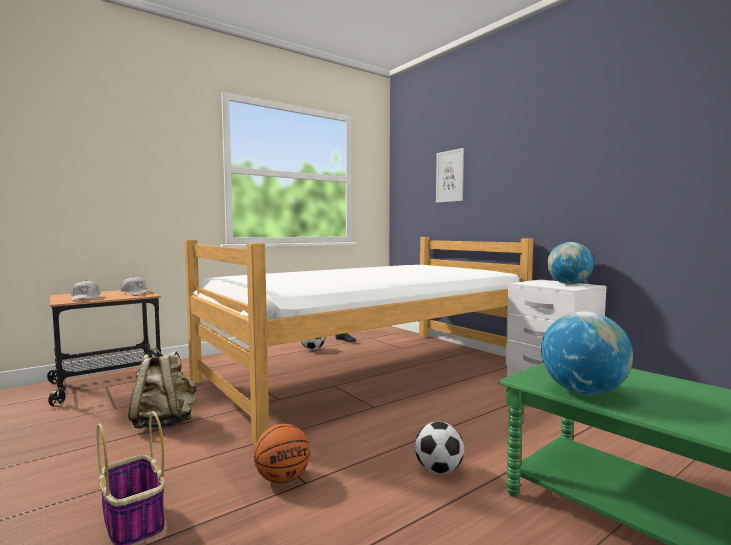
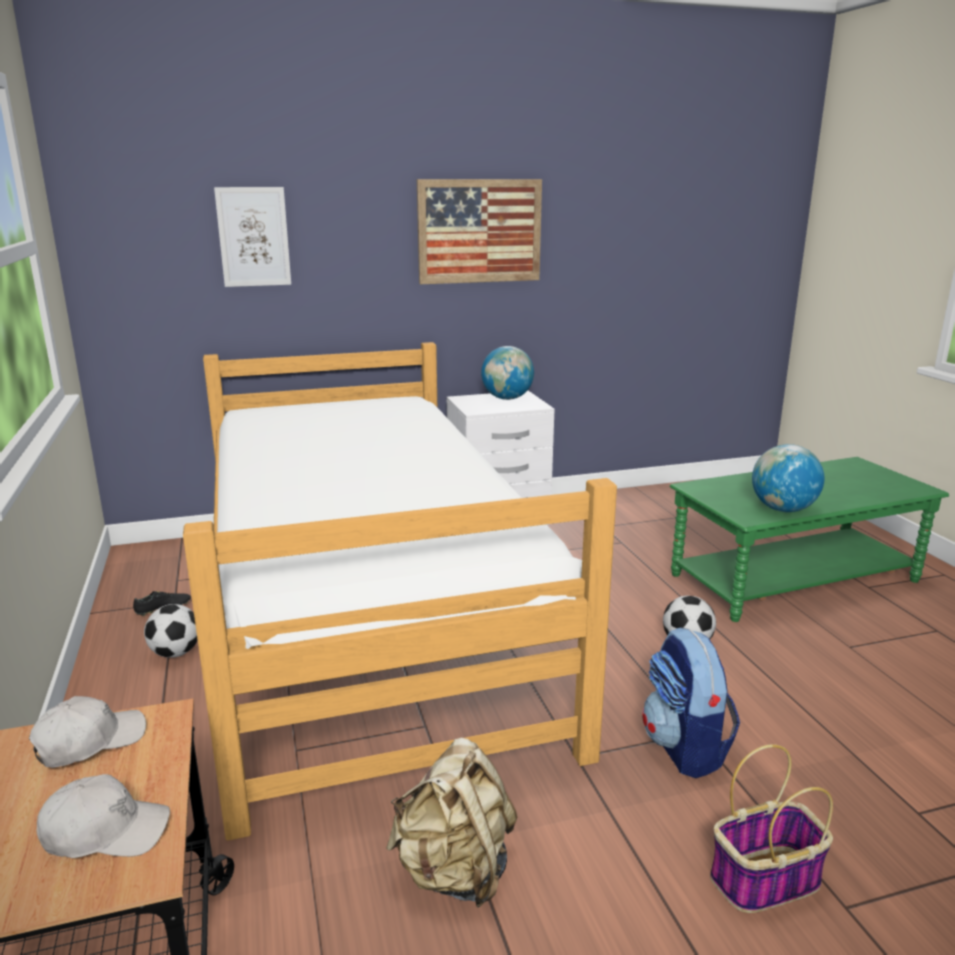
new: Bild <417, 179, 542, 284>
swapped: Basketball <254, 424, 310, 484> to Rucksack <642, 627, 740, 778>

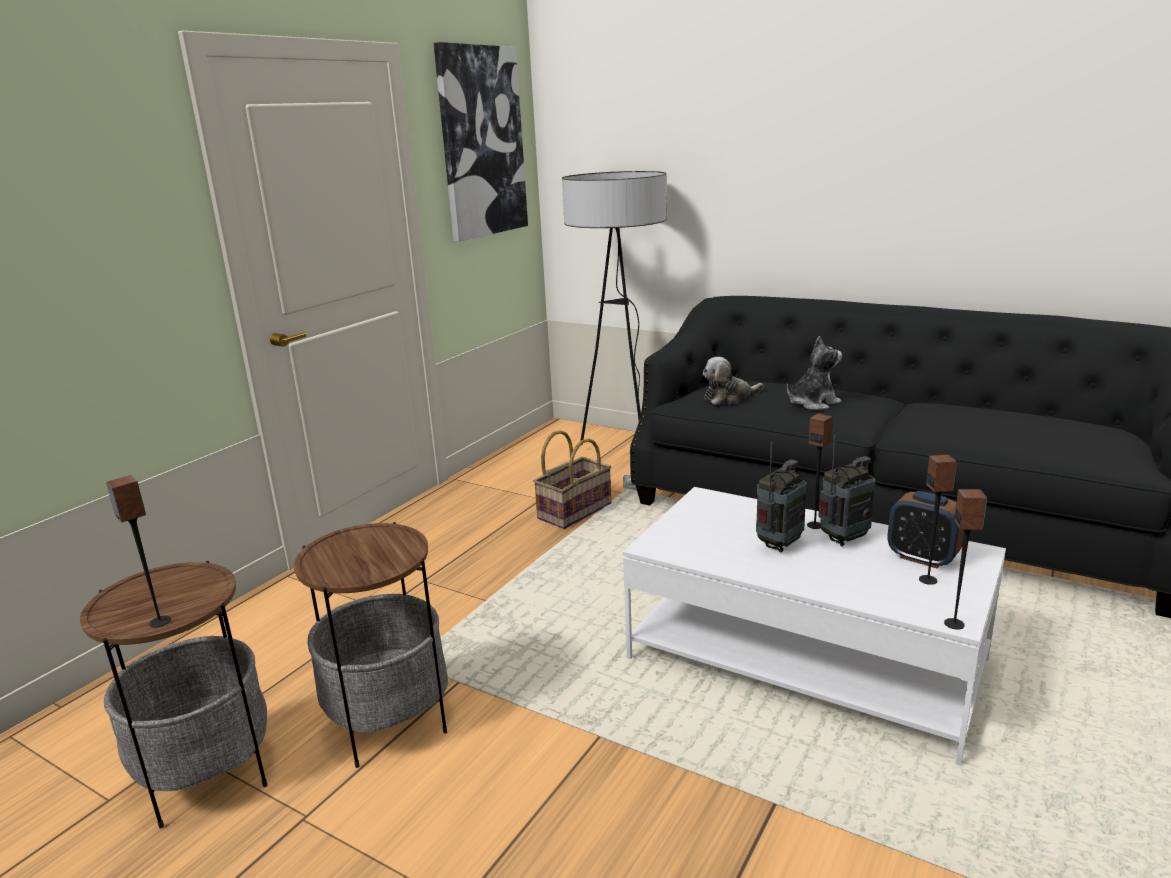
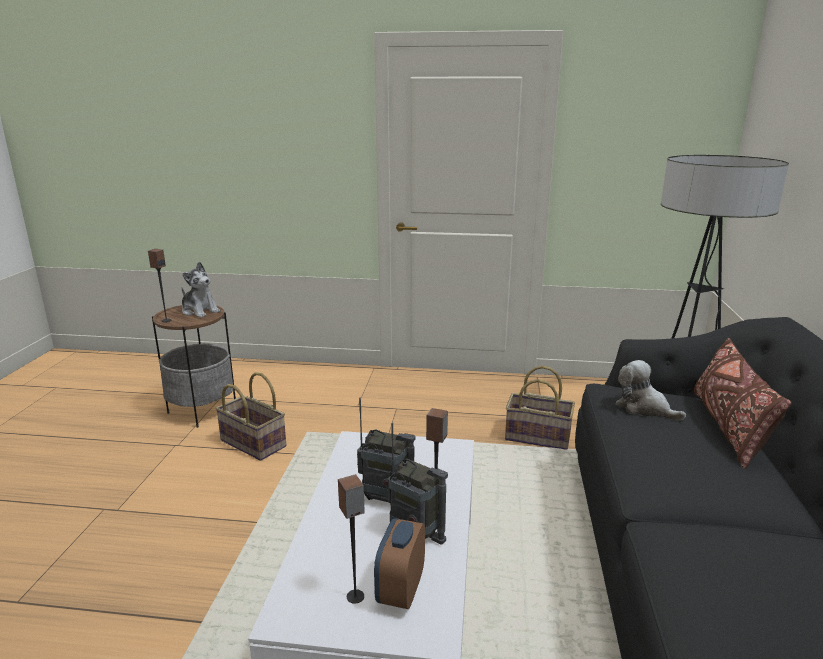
gone: Bild <434, 42, 528, 242>; Lautsprecher <944, 489, 987, 630>
new: Kissen/braun <694, 338, 792, 469>
shifted: Plüschtier <787, 336, 842, 410> to <182, 262, 220, 318>
swapped: Beistelltisch <294, 522, 448, 768> to Korb <215, 372, 286, 461>

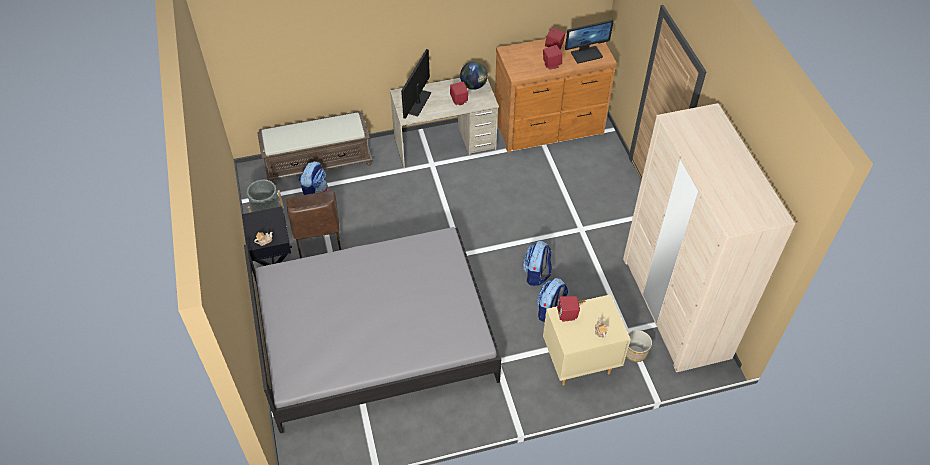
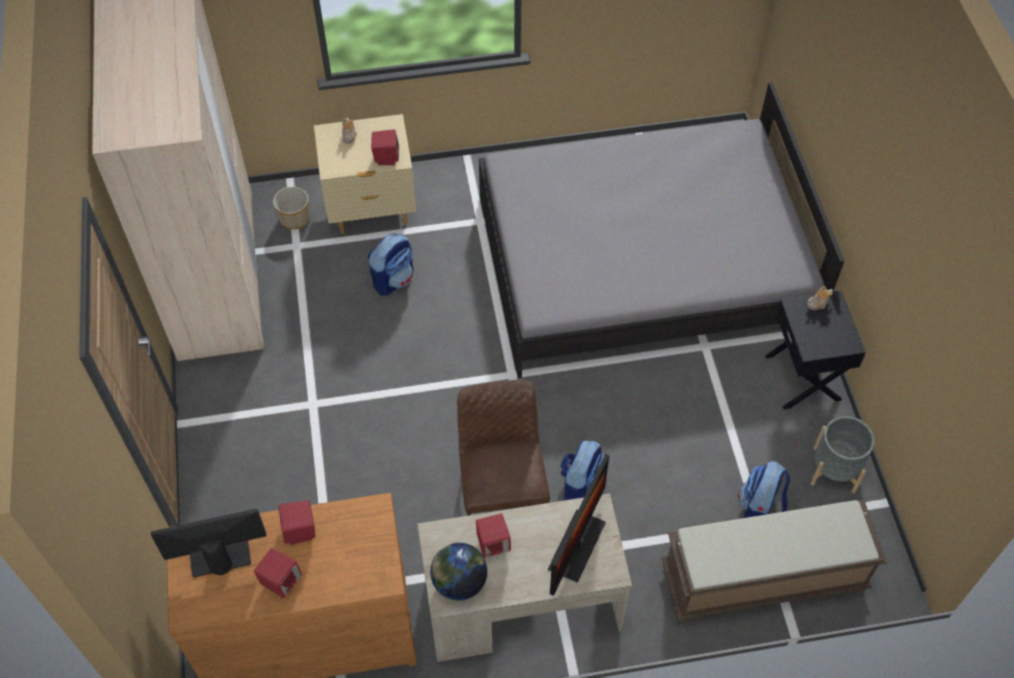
shifted: Stuhl/braun <286, 190, 341, 258> to <457, 379, 550, 516>; Rucksack <522, 241, 552, 286> to <560, 440, 607, 500>

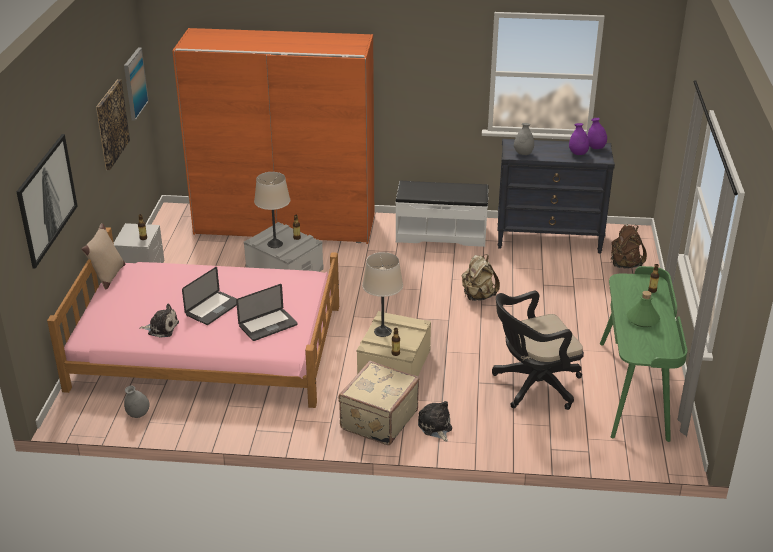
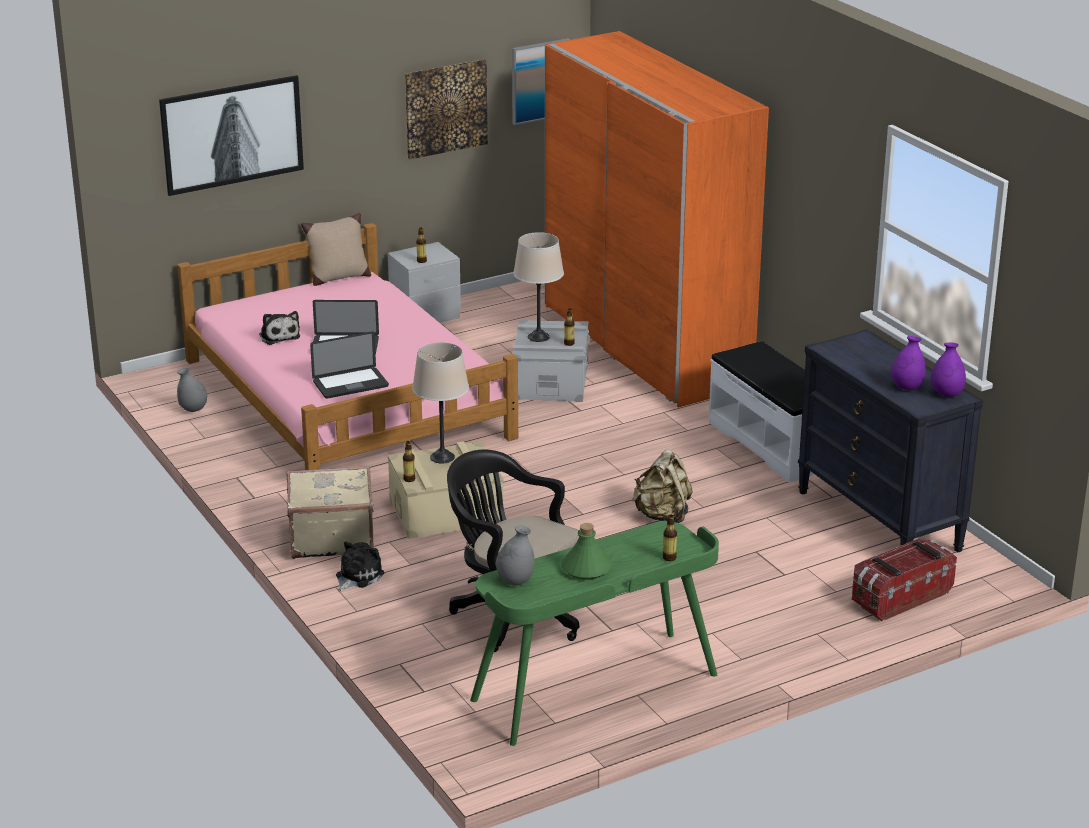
shifted: Vase/grau <514, 123, 534, 155> to <496, 526, 535, 586>
swapped: Rucksack/braun <611, 225, 647, 269> to Aufbewahrungsbox <852, 539, 957, 621>
rotated: Laptop <236, 284, 298, 341> = <310, 331, 389, 399> 45 degrees counterclockwise

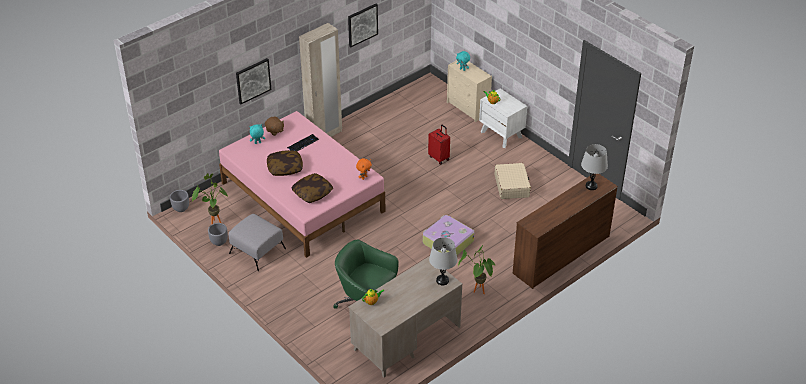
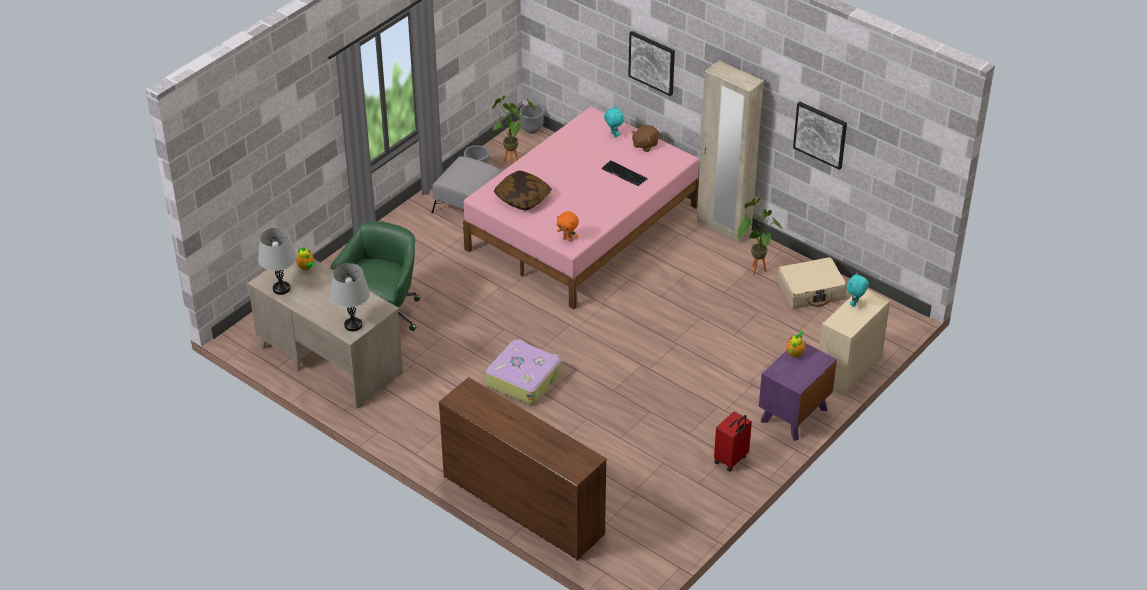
gone: Kissen <267, 150, 303, 176>
shifted: Koffer/rot <428, 125, 450, 165> to <714, 412, 752, 471>; Topfpflanze <458, 245, 496, 294> to <737, 198, 783, 275>; Koffer/beige <495, 163, 531, 199> to <777, 257, 847, 309>; Tischlampe/grau <581, 144, 608, 190> to <258, 228, 297, 295>
repainted: Nachttisch/weiß <479, 88, 527, 148> to Nachttisch/lila <759, 342, 837, 441>

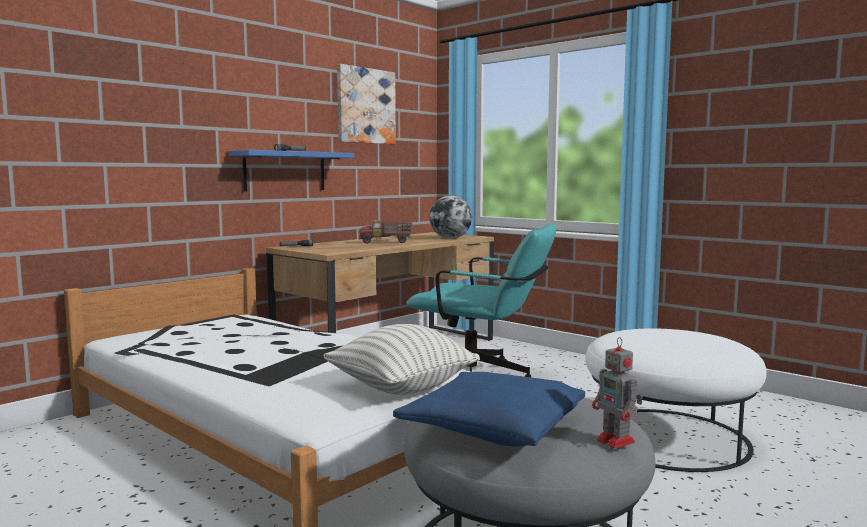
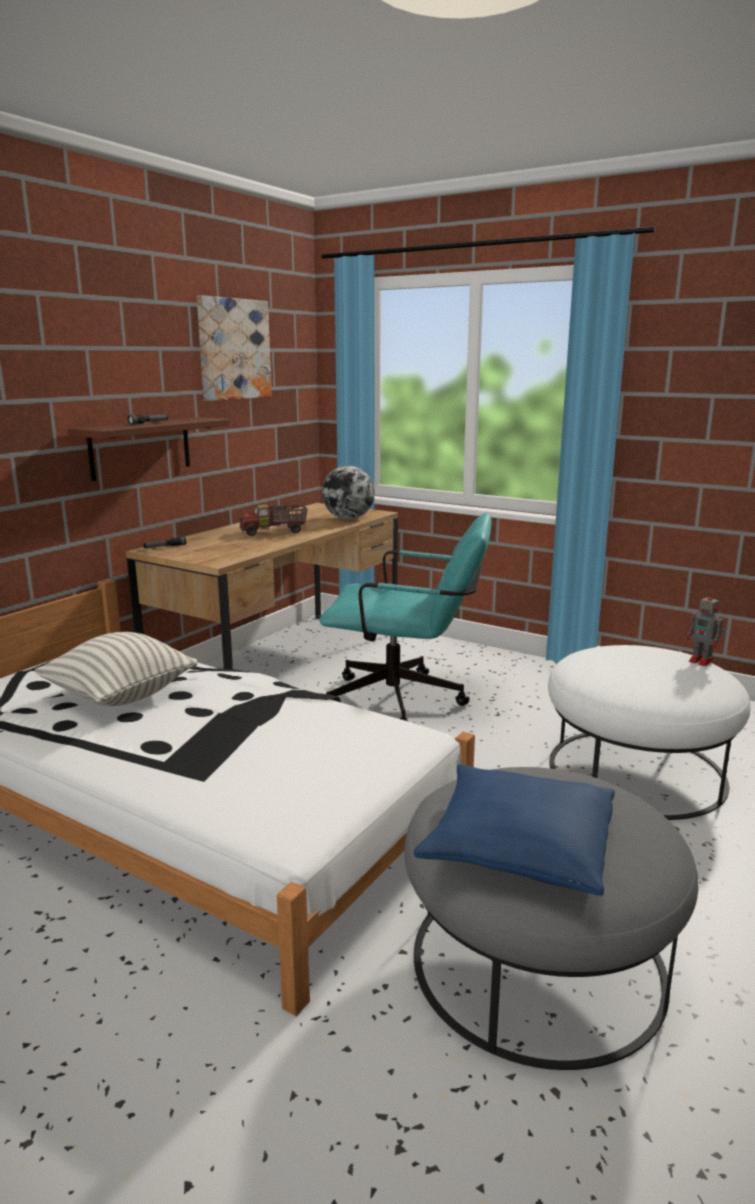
shifted: Kissen <323, 324, 480, 395> to <34, 632, 198, 706>; Spielzeugroboter <592, 337, 642, 449> to <686, 591, 726, 666>
repainted: Wandregal/blau <228, 150, 354, 192> to Wandregal/braun <68, 417, 229, 481>

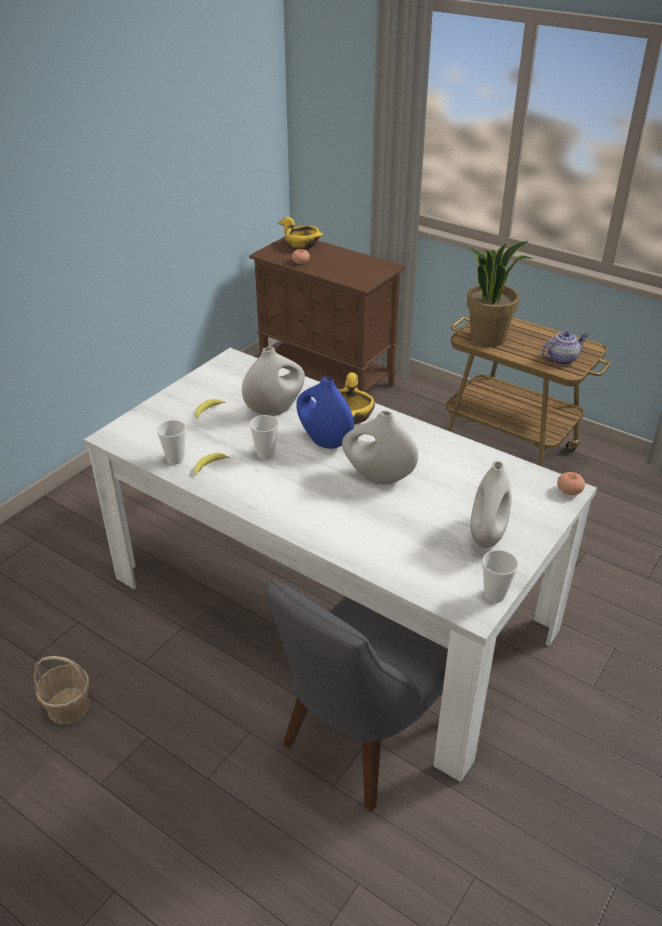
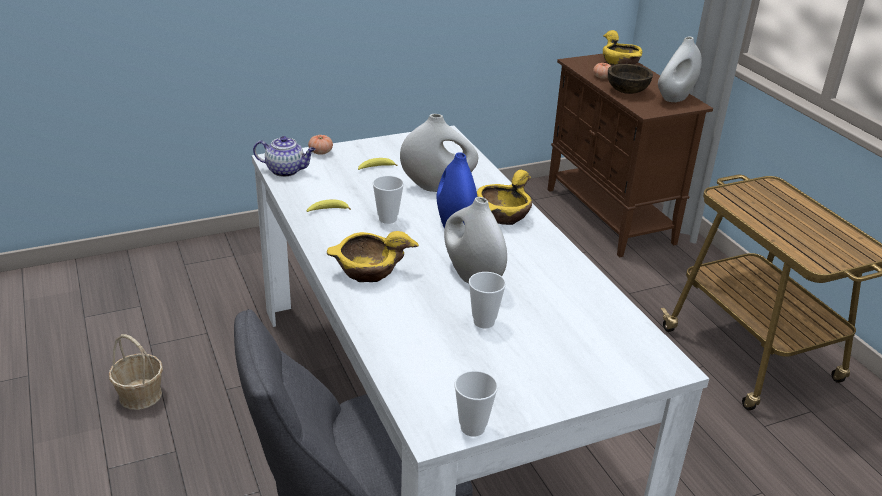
gone: Topfpflanze <467, 241, 532, 347>
new: Schüssel/gelb <327, 231, 419, 282>; Schüssel/braun <608, 64, 653, 94>
shifted: Tasse <157, 420, 186, 465> to <469, 272, 506, 329>; Vase/weiß <470, 461, 512, 548> to <658, 37, 702, 102>; Teekanne <541, 332, 588, 365> to <253, 136, 316, 177>; Tomate <557, 472, 585, 495> to <308, 135, 333, 155>

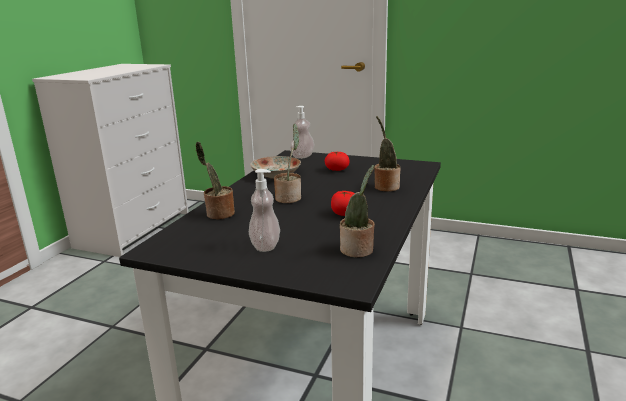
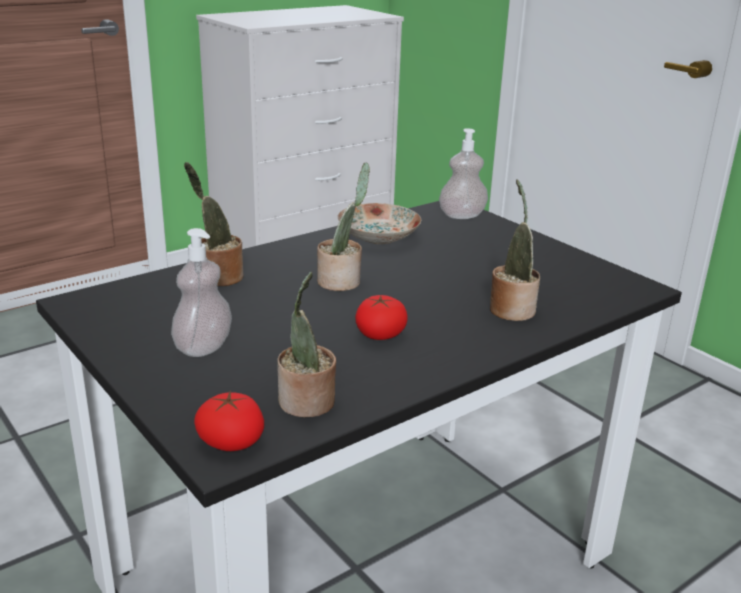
shifted: Tomate <325, 152, 350, 171> to <194, 390, 264, 451>

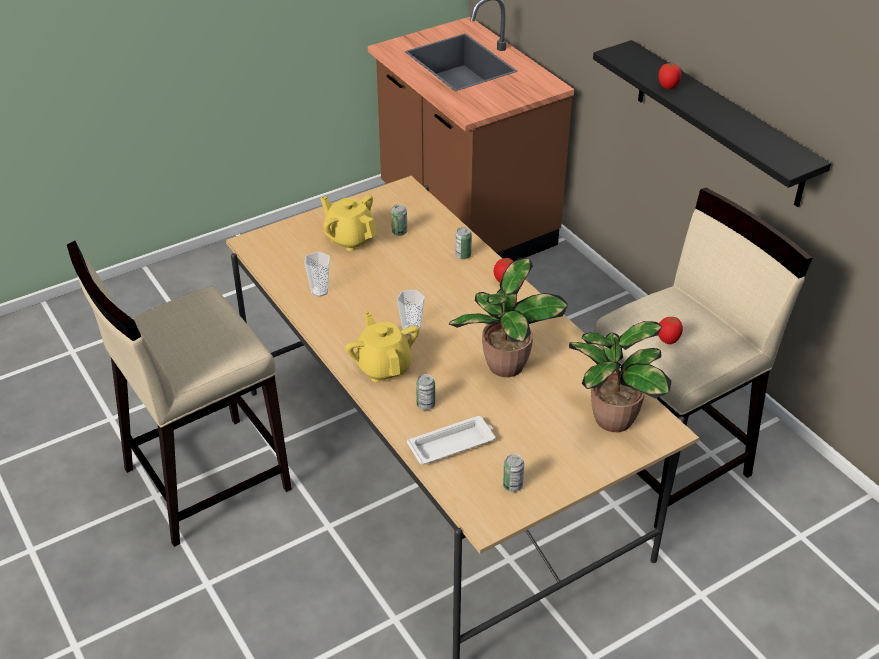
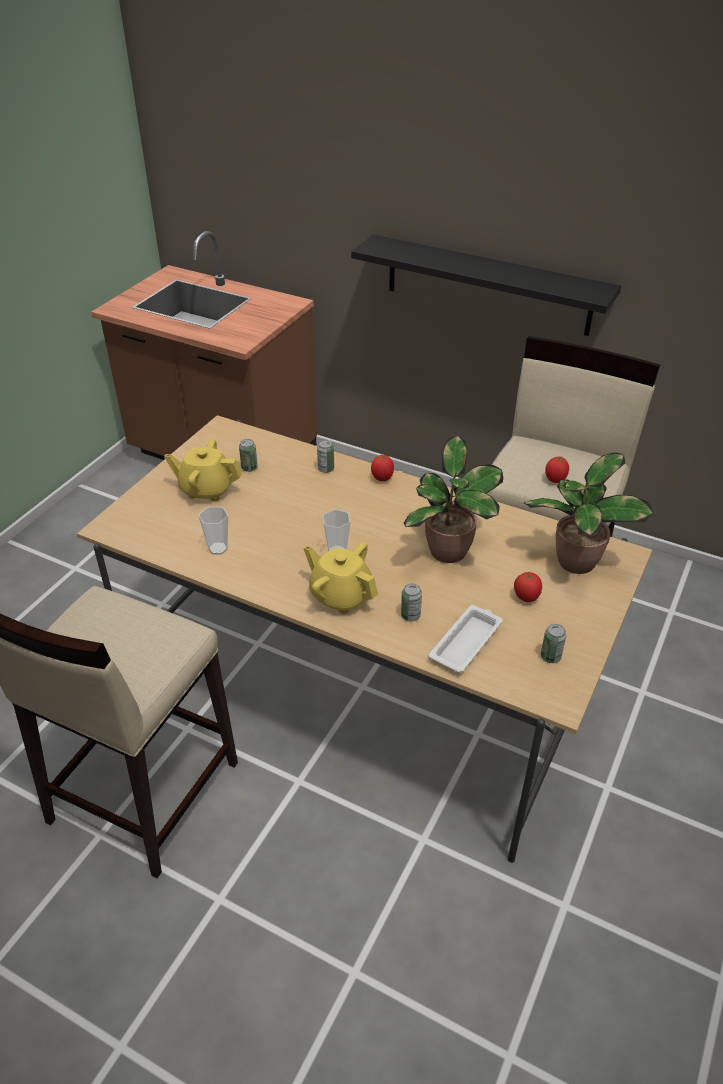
shifted: Tomate <659, 63, 681, 90> to <514, 571, 542, 602>

